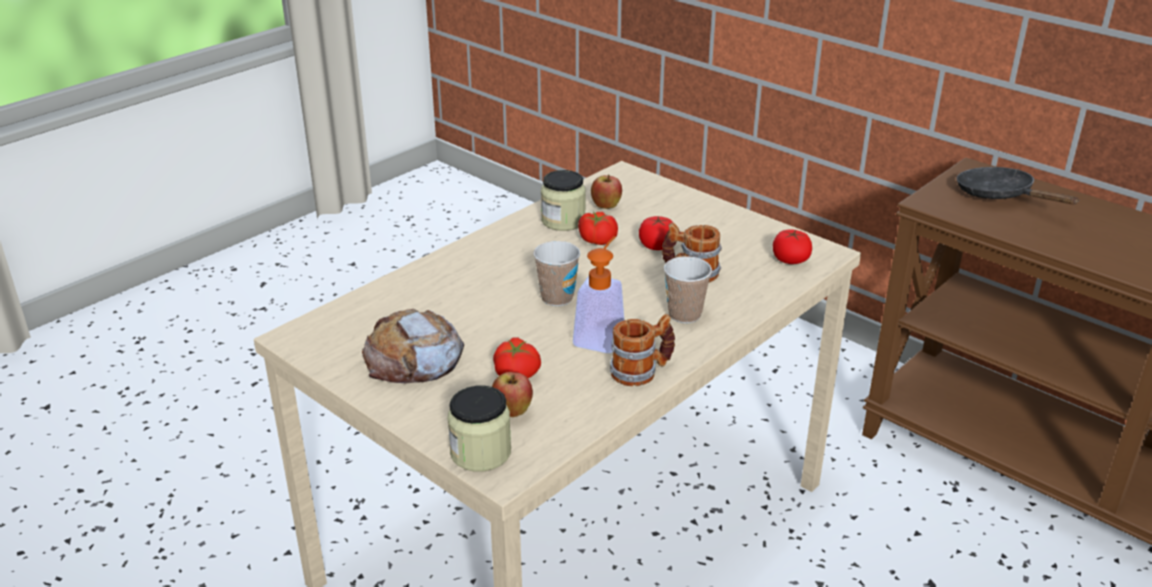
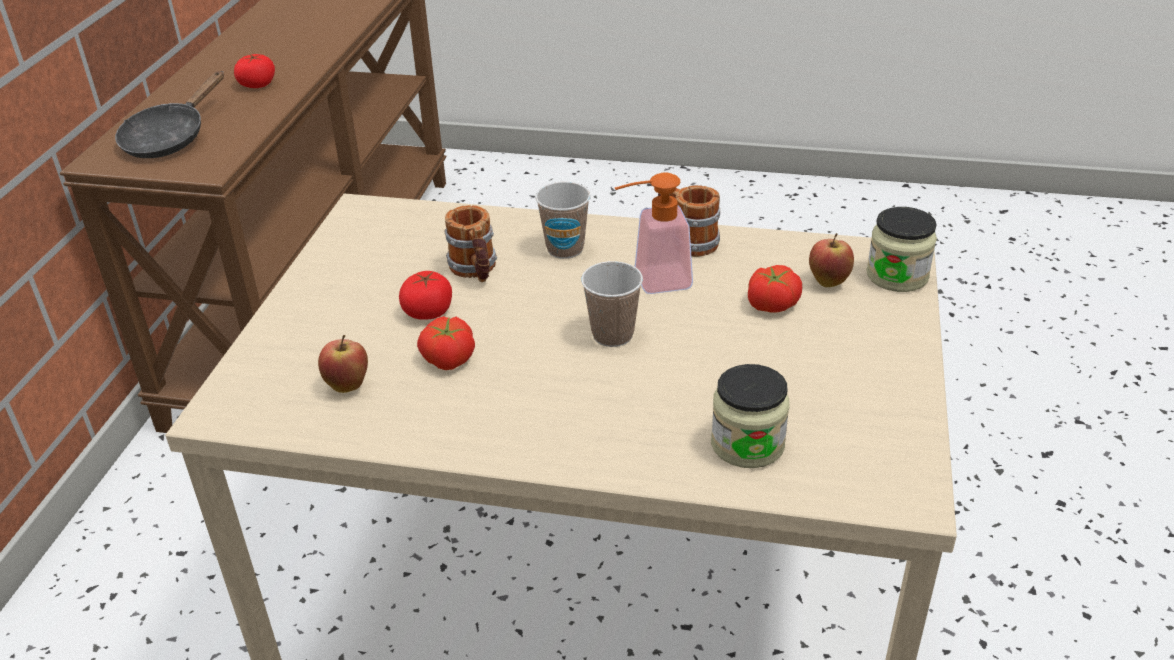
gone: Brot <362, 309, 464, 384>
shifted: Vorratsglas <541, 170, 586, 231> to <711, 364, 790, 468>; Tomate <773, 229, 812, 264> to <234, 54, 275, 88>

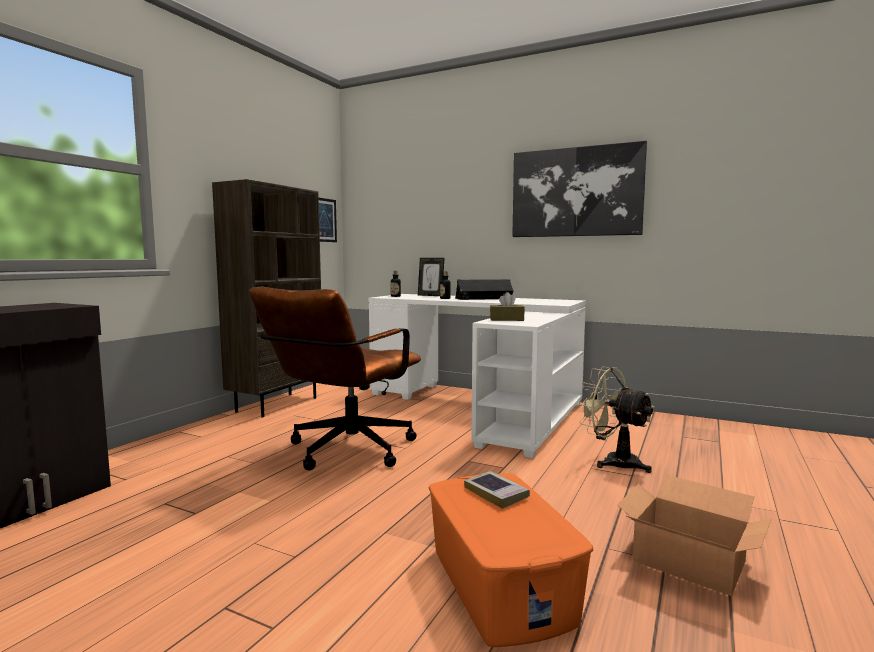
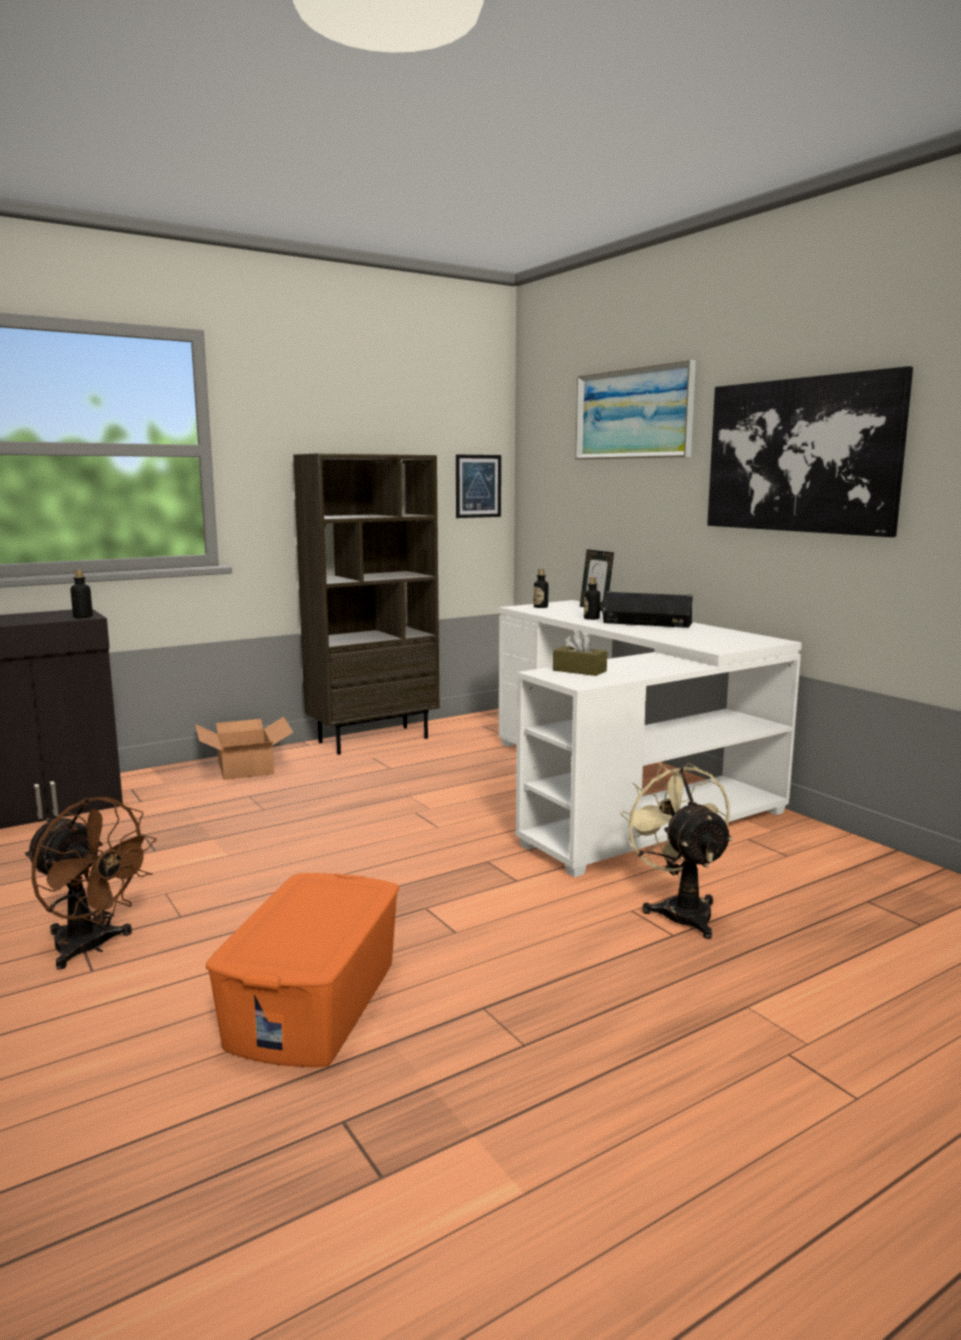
gone: Bürostuhl/braun <250, 287, 421, 470>; Buch <464, 471, 530, 509>
new: Ventilator/braun <25, 797, 157, 970>; Flasche <71, 570, 93, 618>; Bild <575, 360, 696, 460>
shifted: Karton <617, 475, 771, 596> to <195, 717, 293, 780>

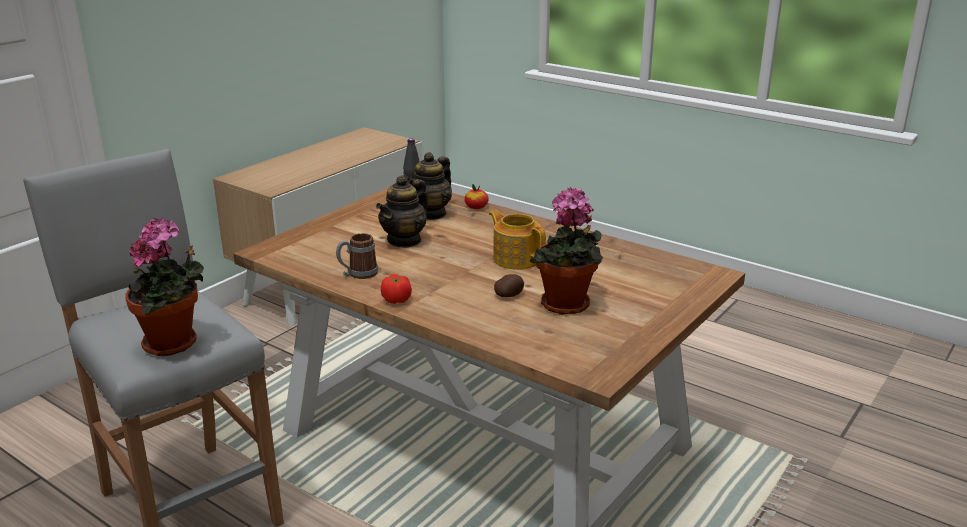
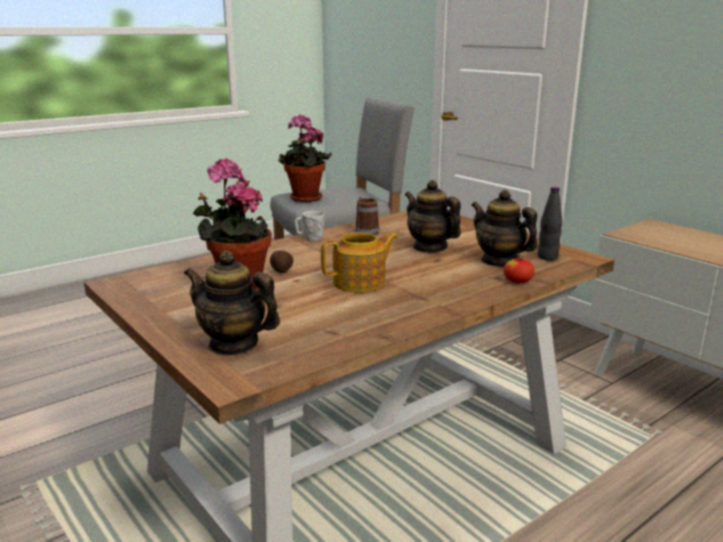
new: Teekanne <184, 250, 280, 356>
swapped: Tomate <381, 274, 412, 304> to Henkelbecher/weiß <294, 211, 325, 241>

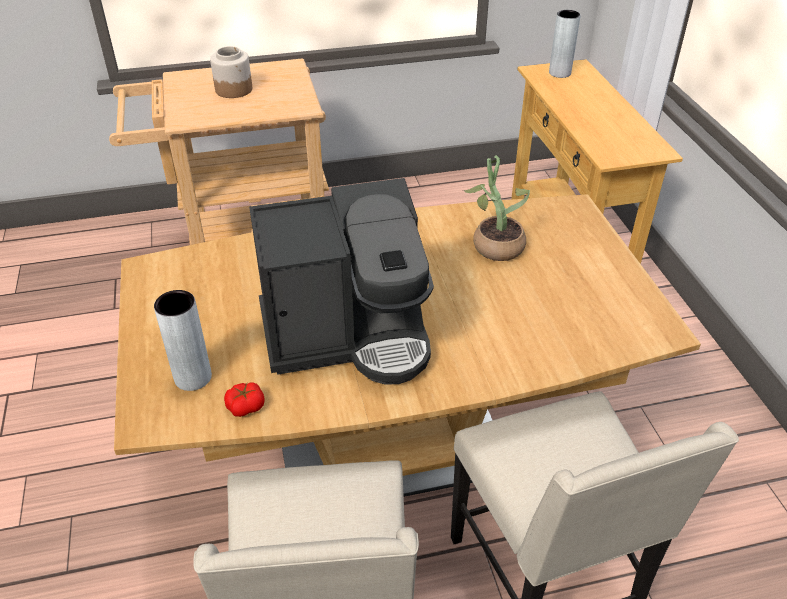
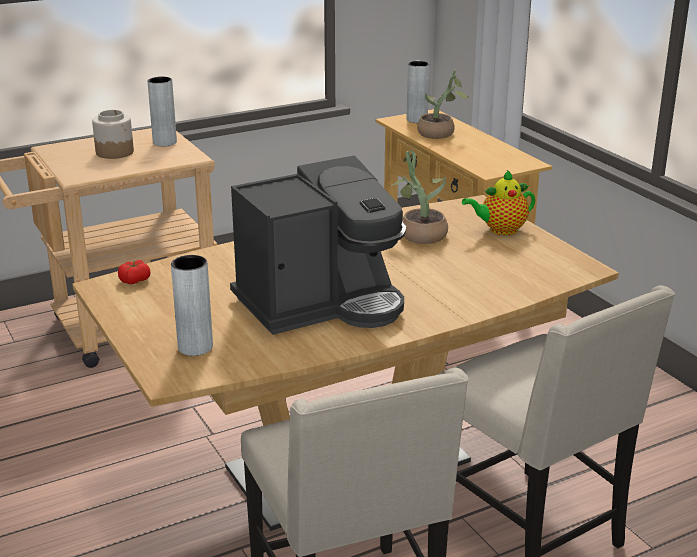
new: Vase/grau <147, 76, 177, 147>; Topfpflanze <417, 70, 469, 139>; Teekanne <462, 170, 535, 235>
shifted: Tomate <224, 382, 265, 417> to <118, 260, 151, 284>

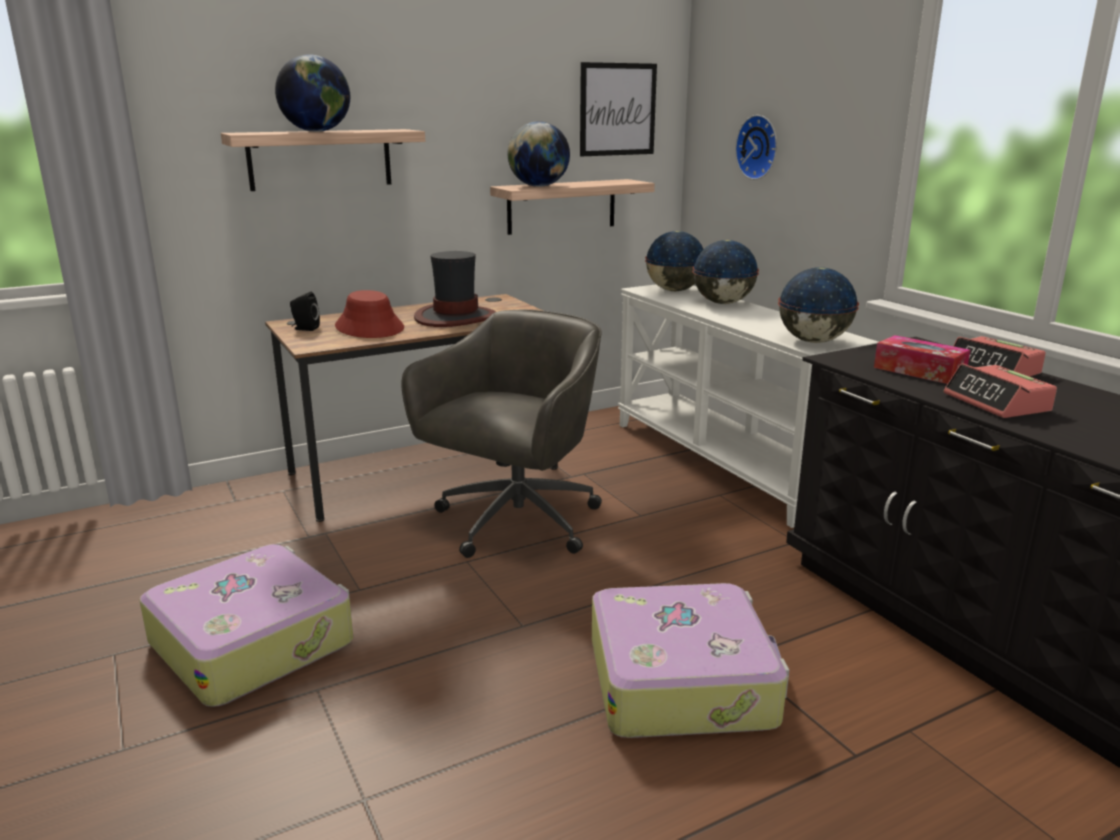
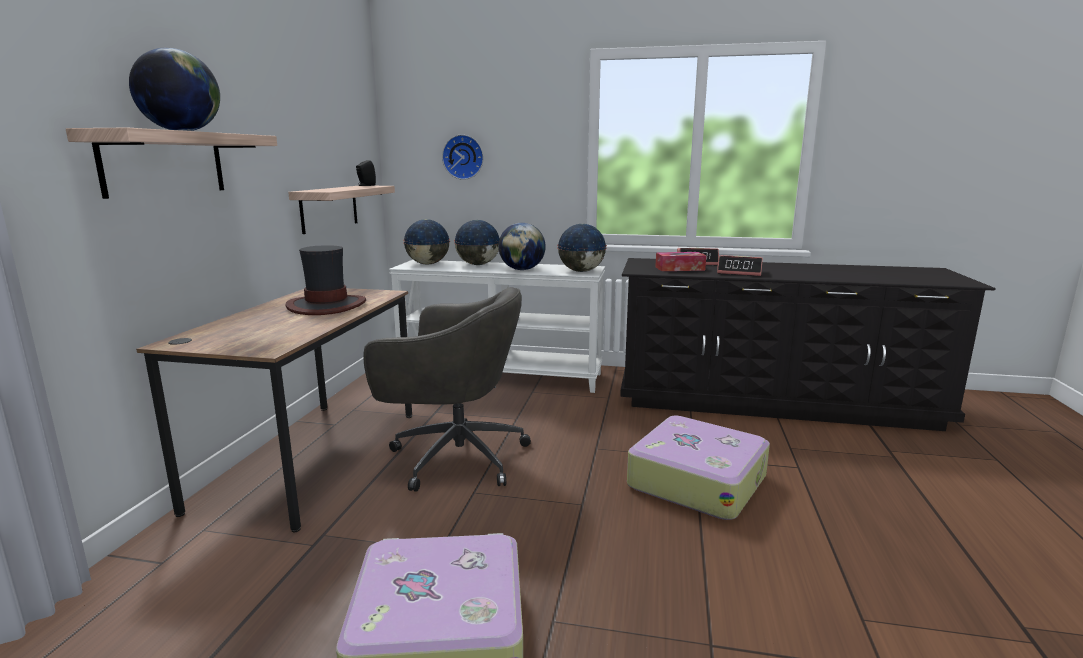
gone: Hut/rot <335, 290, 404, 338>; Bild <580, 62, 657, 156>
shifted: Lautsprecher/schwarz <290, 292, 320, 331> to <356, 160, 376, 186>; Globus <508, 121, 570, 187> to <498, 223, 546, 270>
rotated: Bürostuhl/grau <401, 310, 602, 558> = <363, 287, 531, 492> 120 degrees clockwise

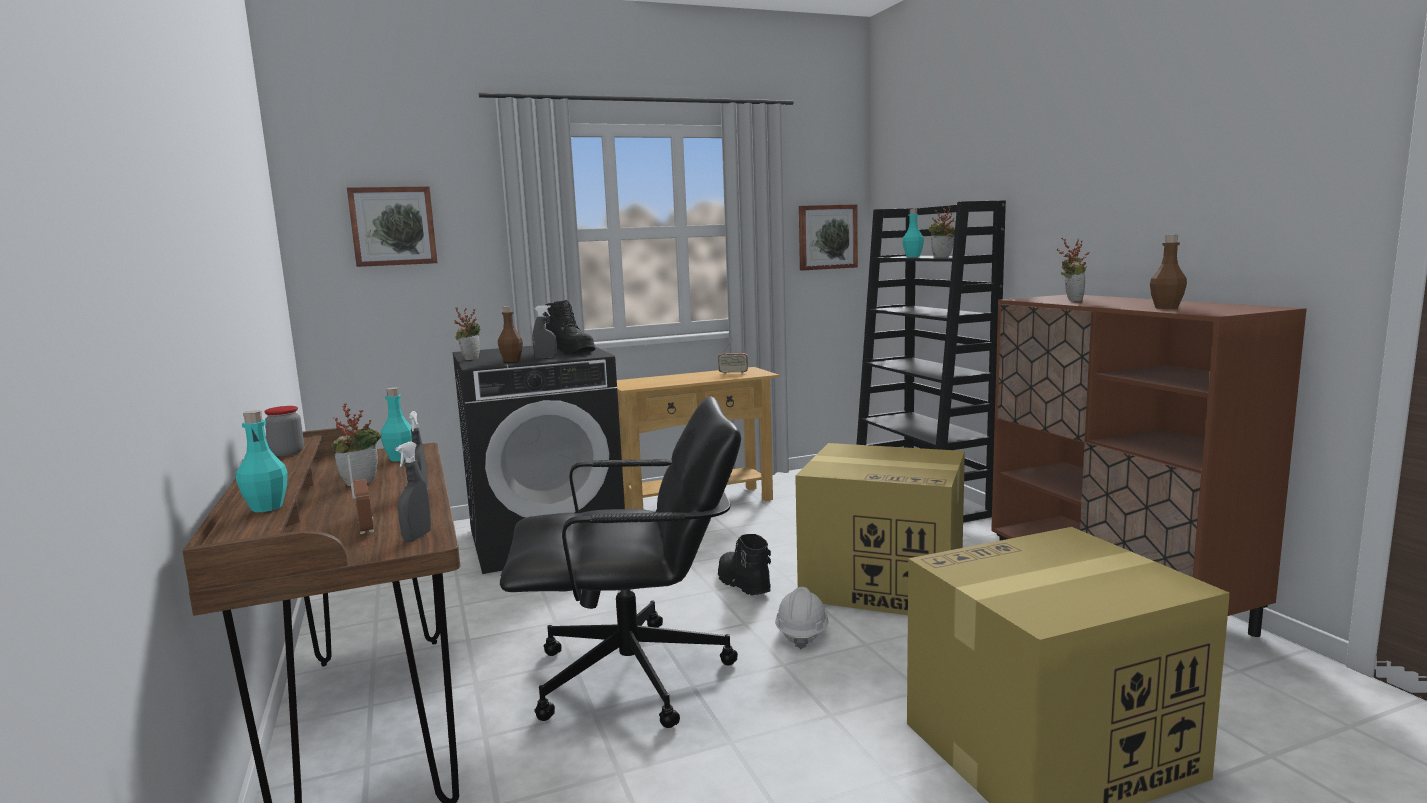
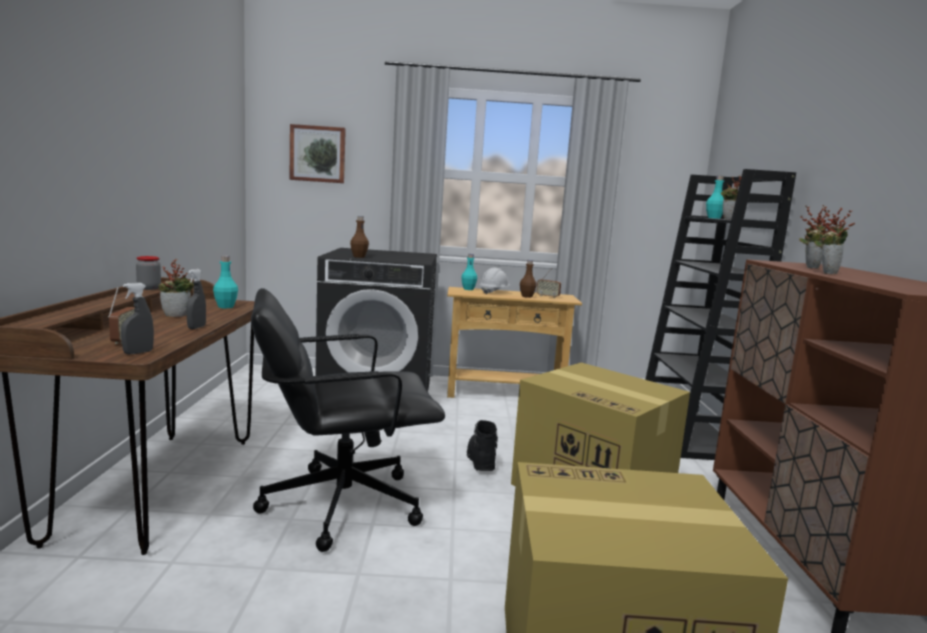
gone: Sprühflasche/grau <532, 305, 557, 359>; Stiefel/schwarz <543, 300, 596, 355>; Bild <799, 204, 858, 270>
shifted: Flasche/türkis <236, 410, 288, 512> to <461, 254, 477, 290>; Topfpflanze <454, 307, 480, 360> to <814, 205, 855, 274>; Schutzhelm/weiß <775, 587, 829, 649> to <479, 267, 511, 295>; Flasche/braun <1150, 235, 1187, 309> to <520, 260, 537, 298>
rotated: Bürostuhl/schwarz <500, 396, 741, 728> = <251, 288, 445, 552> 150 degrees clockwise

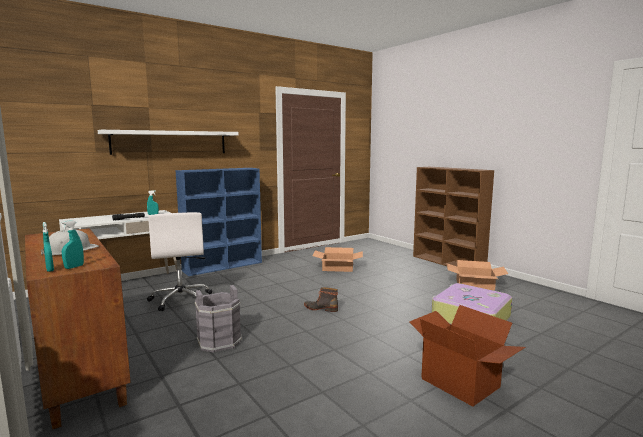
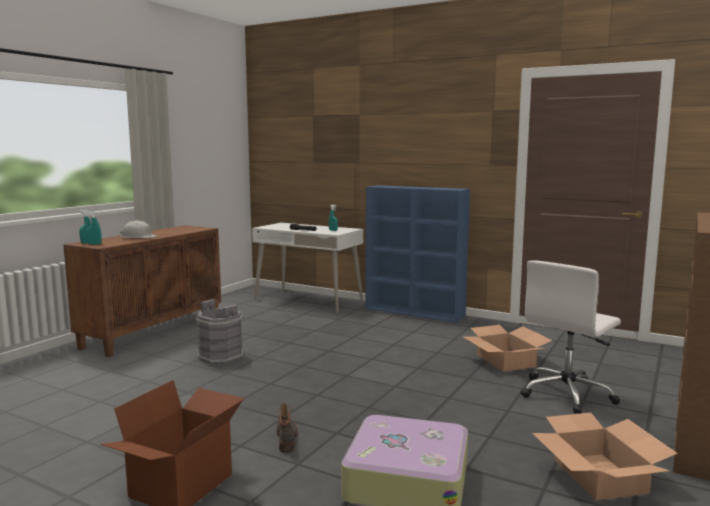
gone: Wandregal/weiß <98, 130, 238, 155>
shifted: Bürostuhl/weiß <147, 212, 212, 311> to <521, 261, 621, 414>; Stiefel <304, 287, 338, 312> to <276, 403, 298, 453>

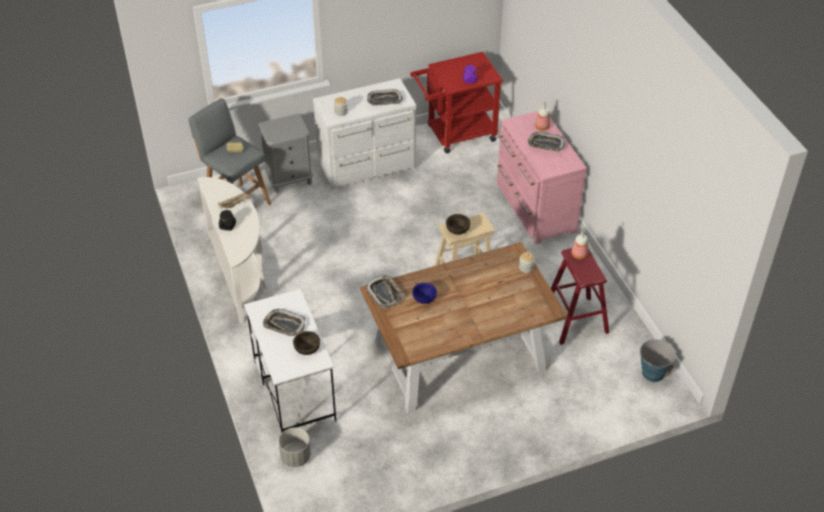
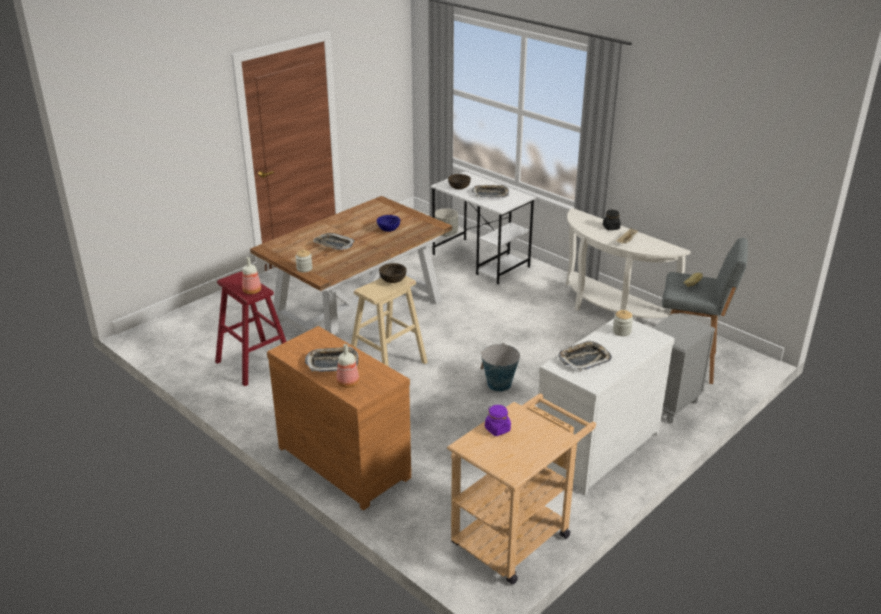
shifted: Tablett <365, 275, 405, 308> to <313, 233, 355, 250>; Eimer <640, 339, 676, 382> to <480, 343, 520, 392>
repainted: Rollwagen/rot <410, 52, 503, 153> to Rollwagen/beige <447, 393, 596, 585>; Kommode/rosa <497, 111, 587, 244> to Kommode/braun <267, 326, 411, 510>

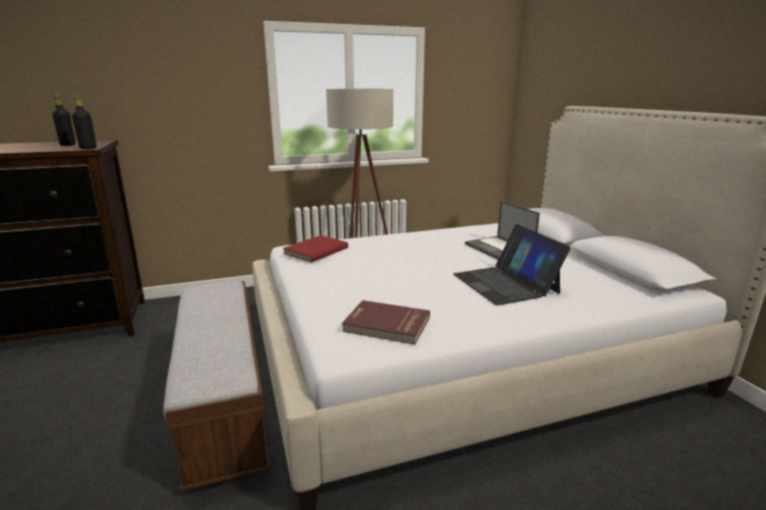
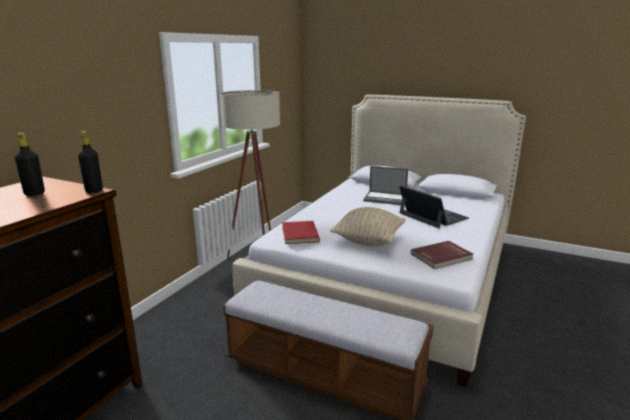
new: Kissen/beige <330, 207, 406, 247>
rotated: Laptop <453, 224, 571, 305> = <399, 185, 469, 228> 150 degrees counterclockwise

